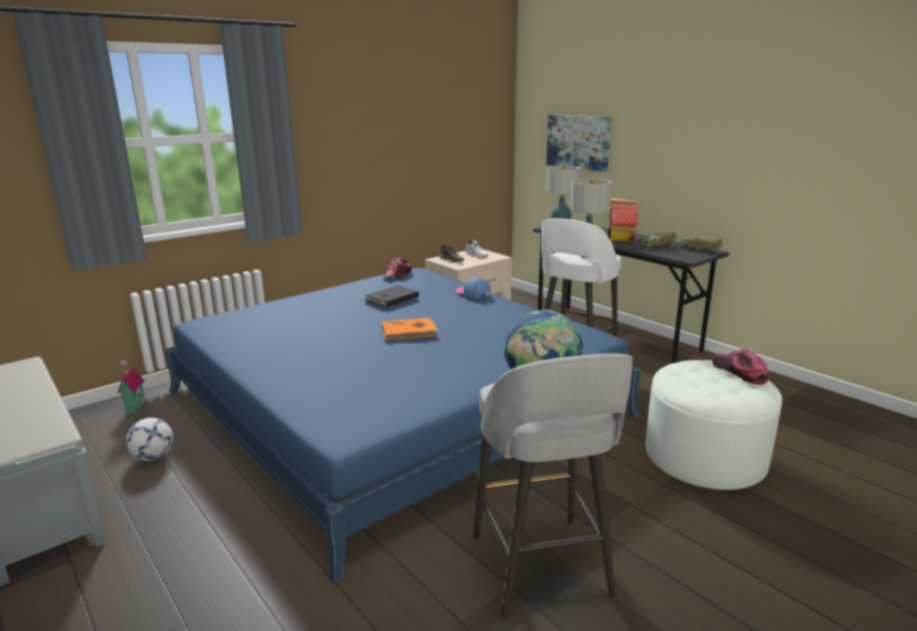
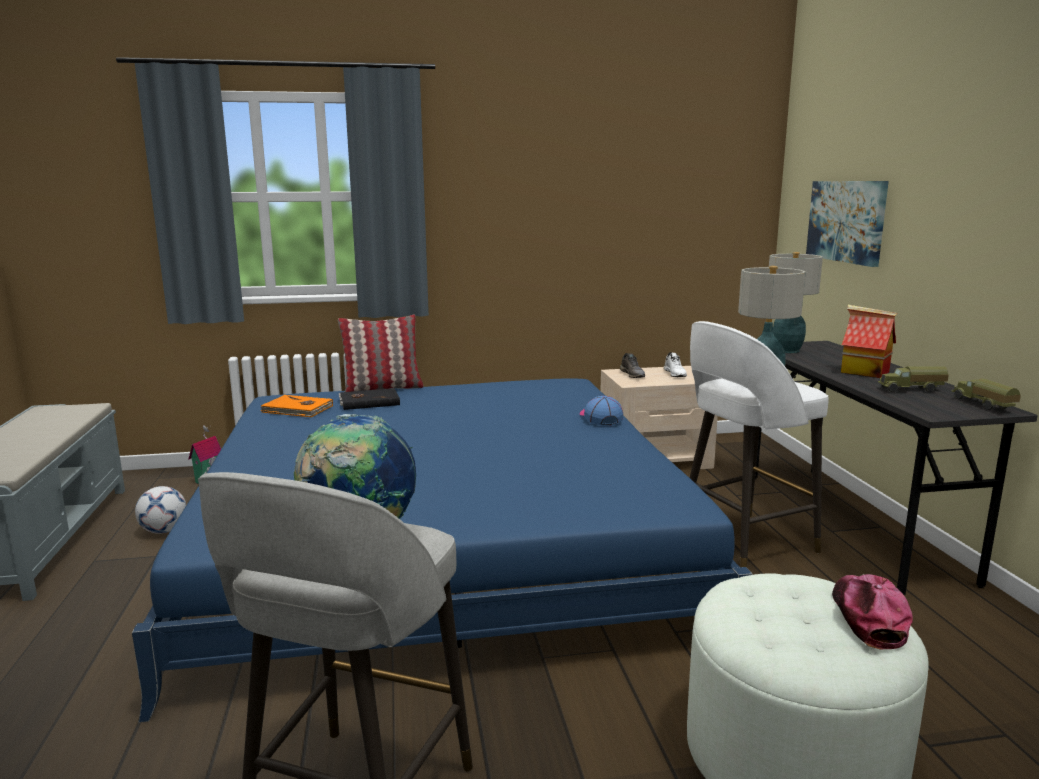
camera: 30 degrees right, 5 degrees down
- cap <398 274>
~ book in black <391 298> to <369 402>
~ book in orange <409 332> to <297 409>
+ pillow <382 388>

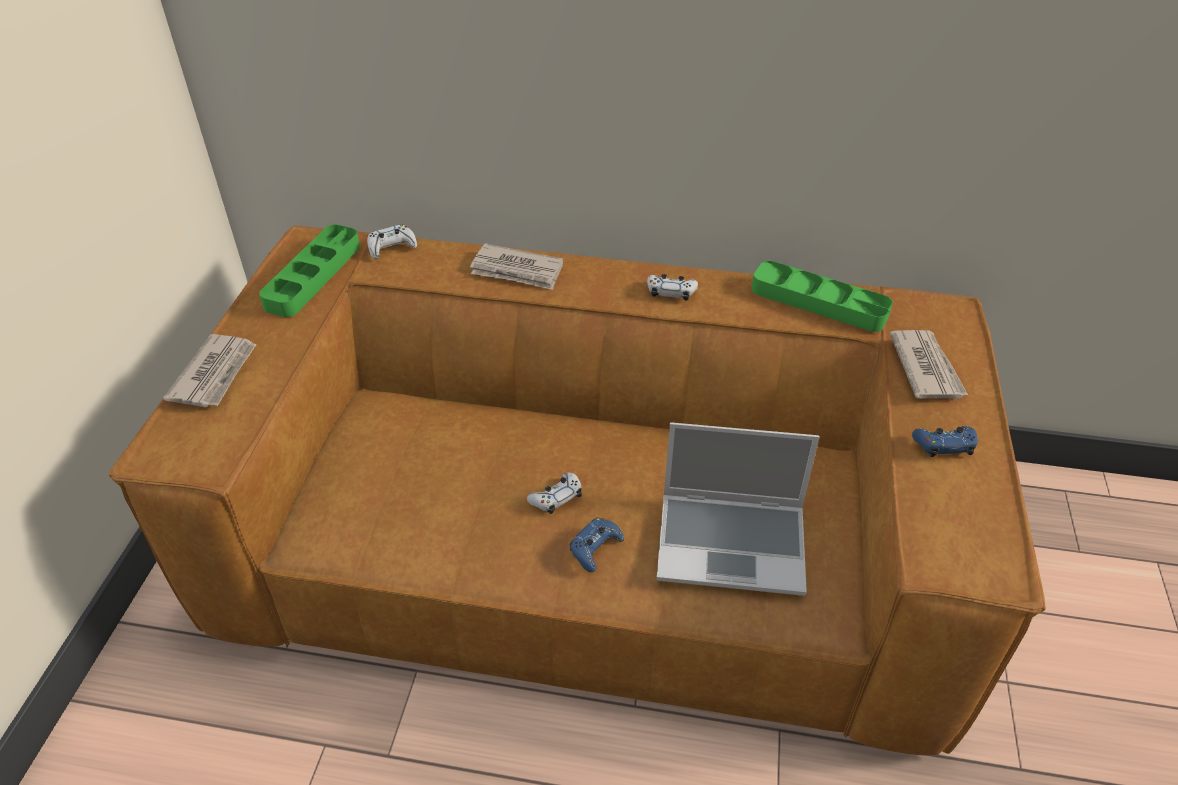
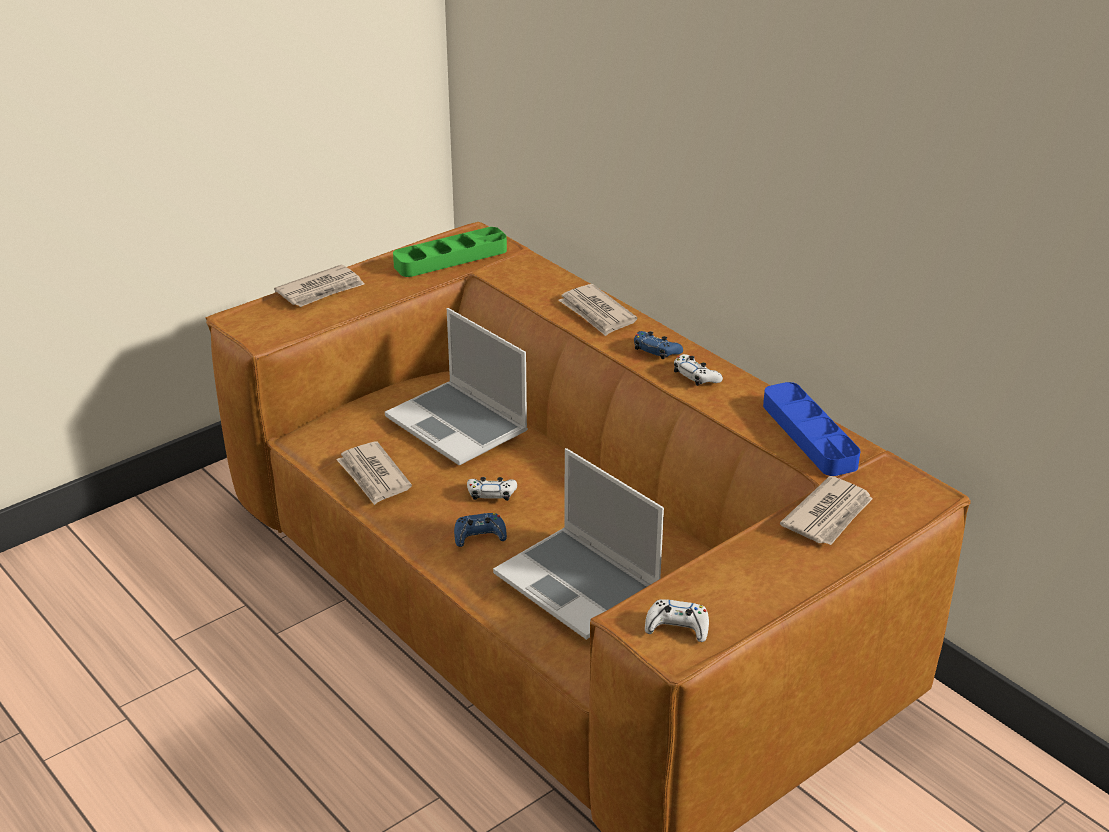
camera: 40 degrees right, 10 degrees down
~ game controller in white <391 247> to <677 627>
~ tray in green <818 302> to tray in blue <809 435>
~ game controller in blue <944 445> to <656 350>
+ laptop <459 425>
+ newspaper <373 476>

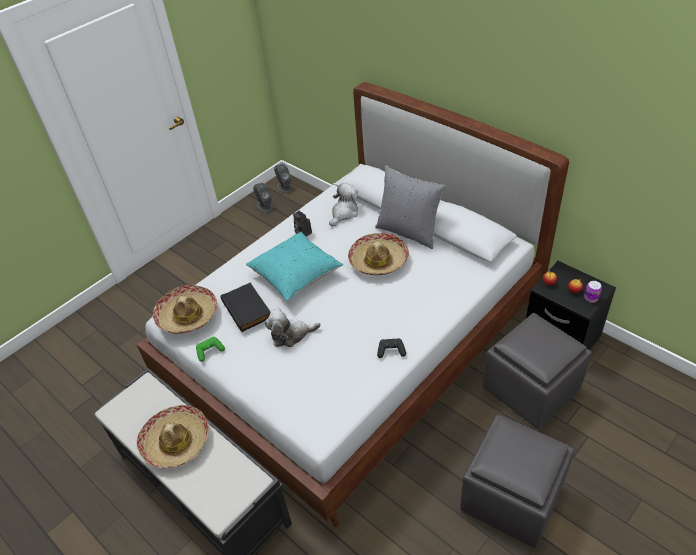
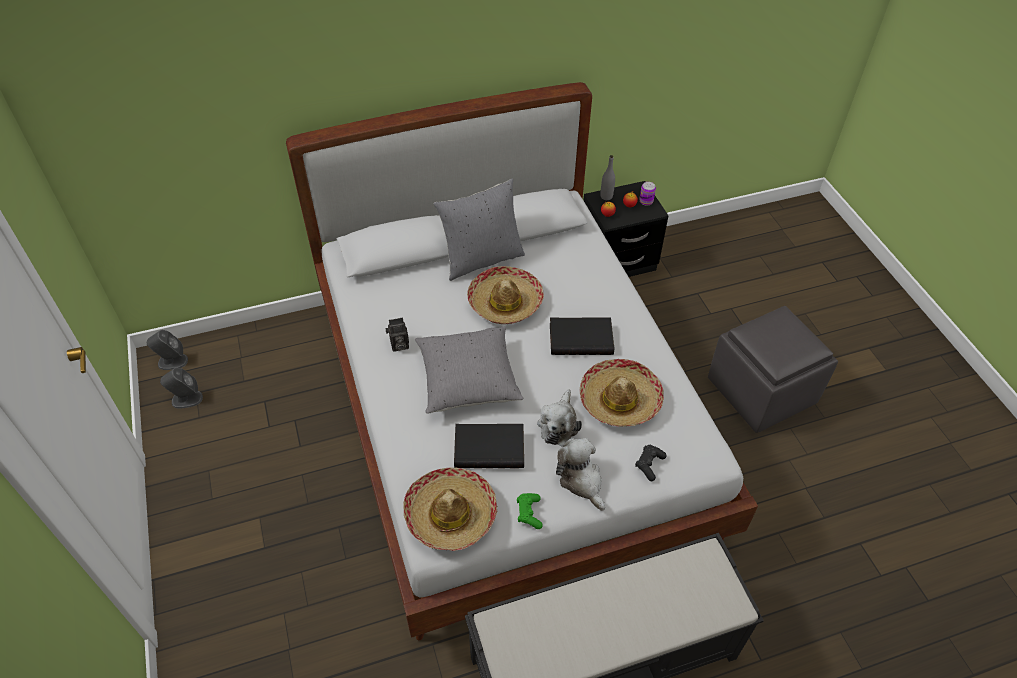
camera: 65 degrees left, 5 degrees up
~ plush toy <344 213> to <581 480>
~ pillow in turquoise <296 275> to pillow in grey <468 381>
- ottoman in grey <532 389>
~ game controller in black <391 351> to <649 465>
~ hat <176 441> to <619 400>
+ bottle in grey <606 196>
+ book in black <581 338>

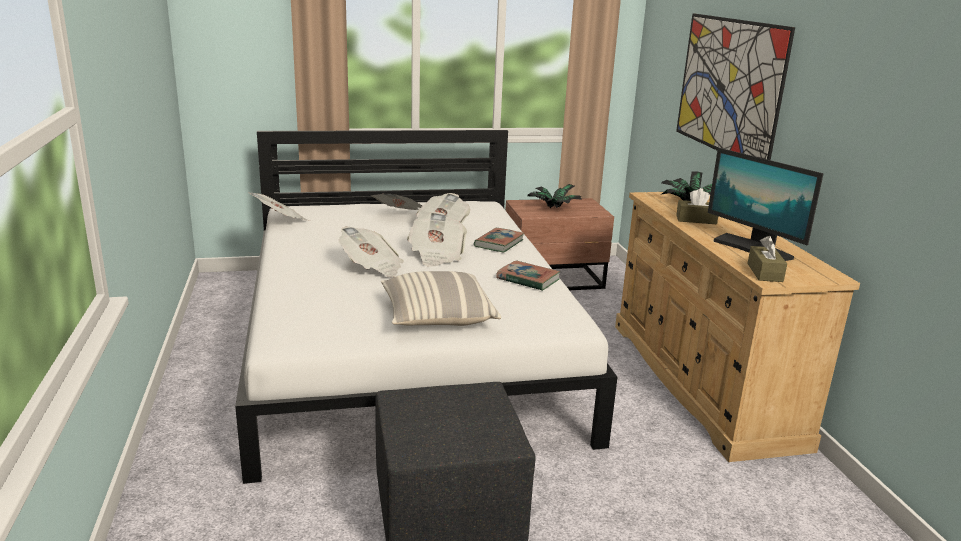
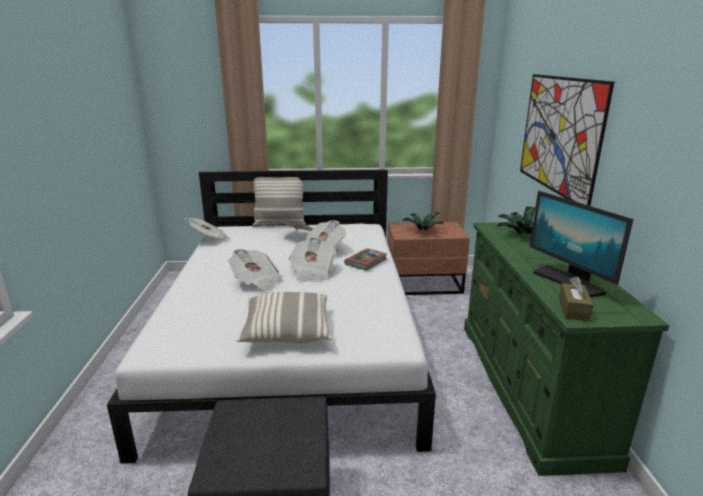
camera: 10 degrees right, 0 degrees up
- tissue box in brown <696 220>
~ dresser in beige <702 381> to dresser in green <529 386>
- book <528 279>
+ pillow <279 224>

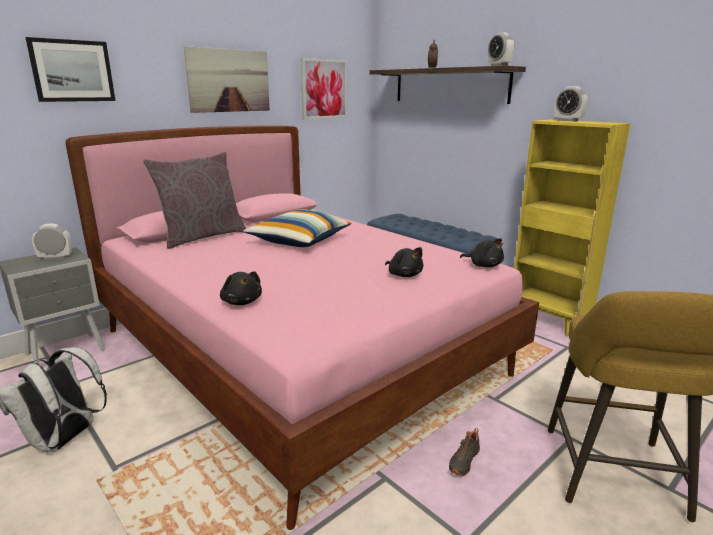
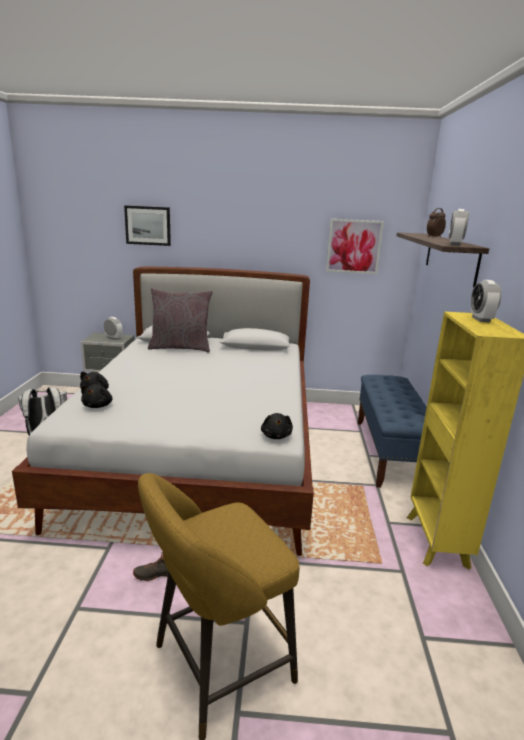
camera: 45 degrees right, 0 degrees up
- picture <229 80>
~ bed in pink <297 353> to bed in white <201 453>
- pillow <299 241>
~ plush toy in black <404 275> to <98 405>

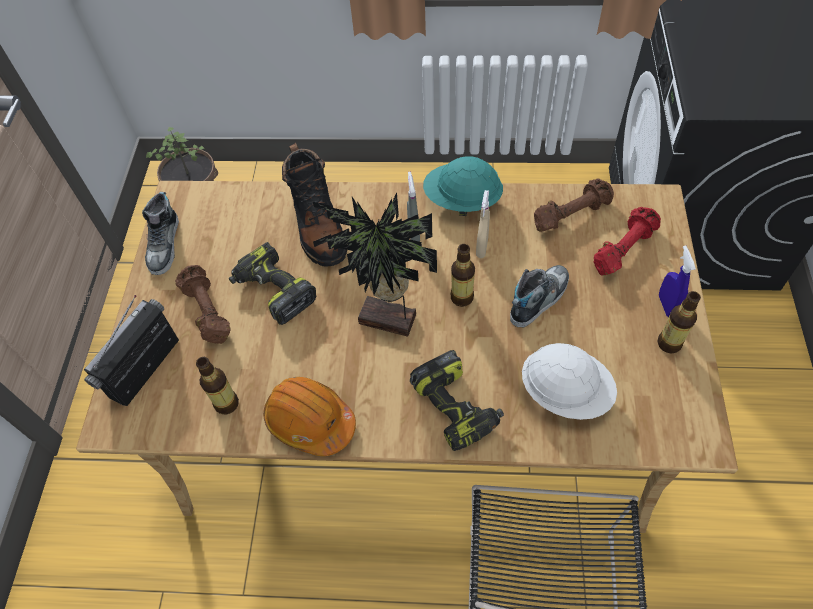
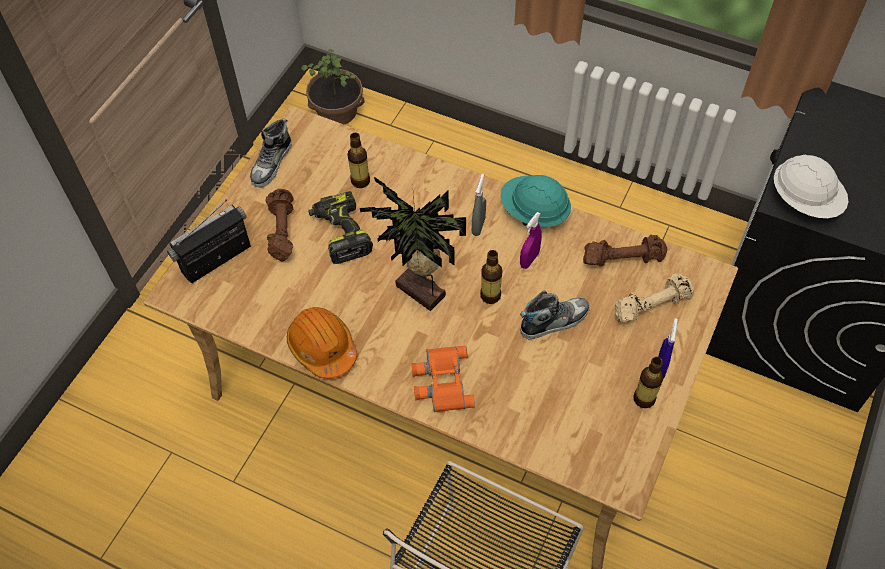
camera: 20 degrees right, 0 degrees up
- boot in black <318 227>
~ spray bottle in beige <482 247> to spray bottle in purple <529 259>
~ dumbbell in red <623 249> to dumbbell in beige <651 305>
~ hard hat in white <565 392> to <805 201>
~ power drill <457 407> to binoculars in orange <441 381>
~ bottle <226 403> to <360 181>

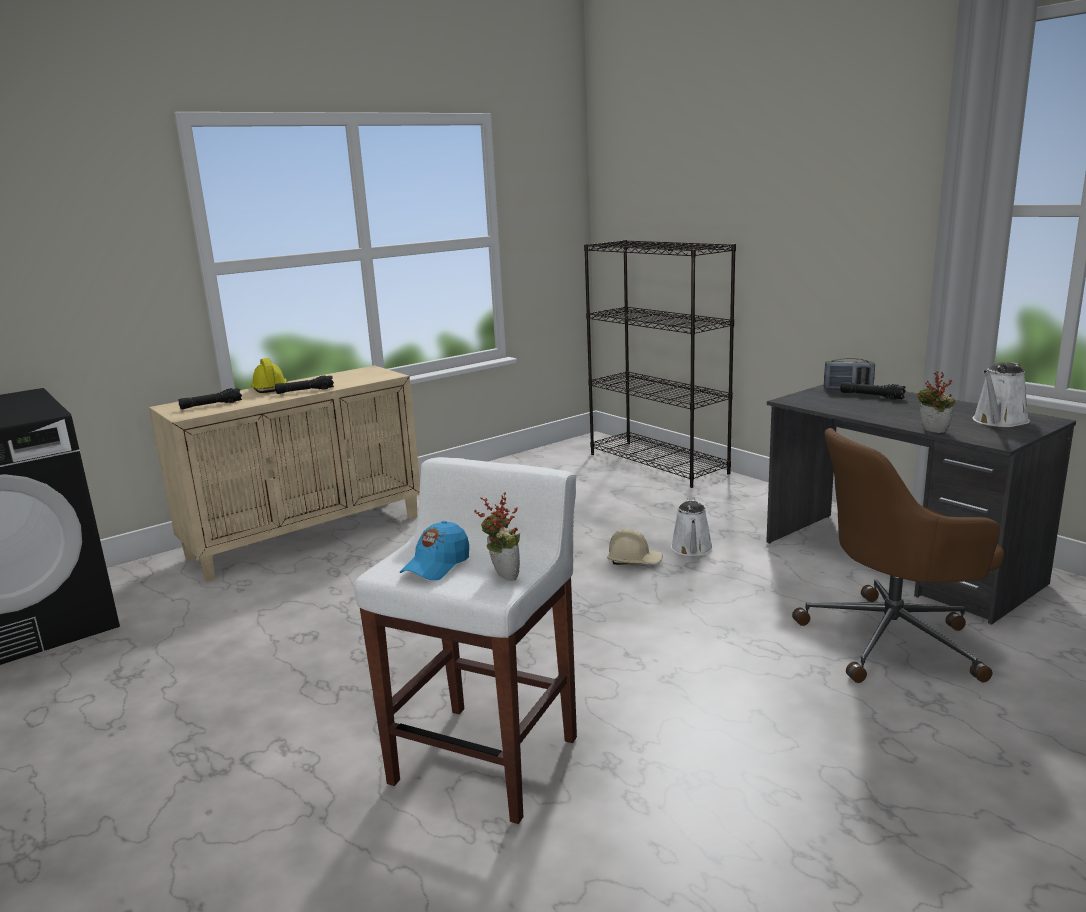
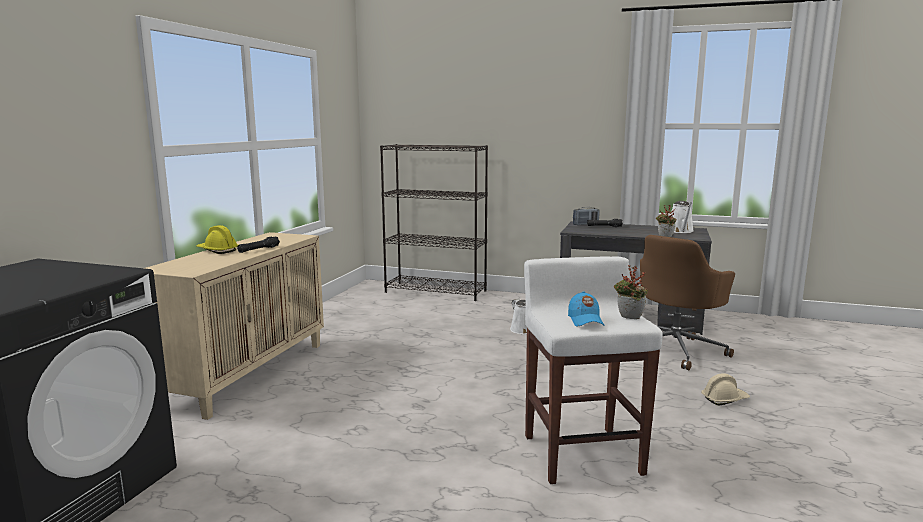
camera: 35 degrees left, 5 degrees down
- flashlight in black <211 405>
~ hard hat in beige <634 561> to <724 399>

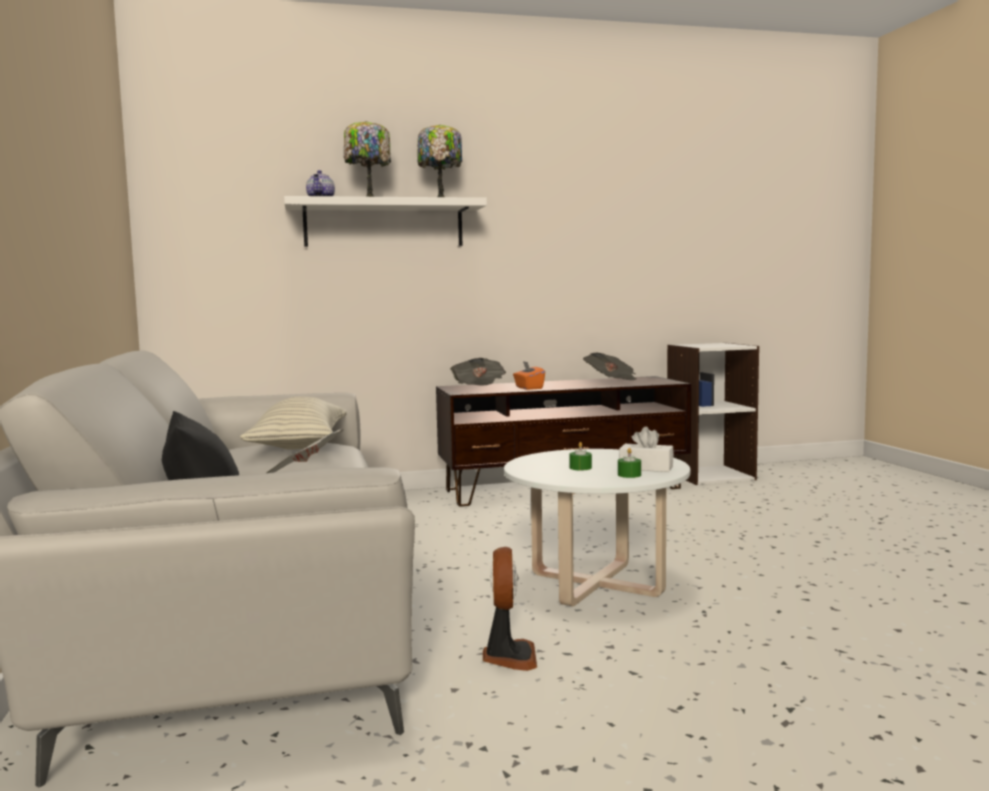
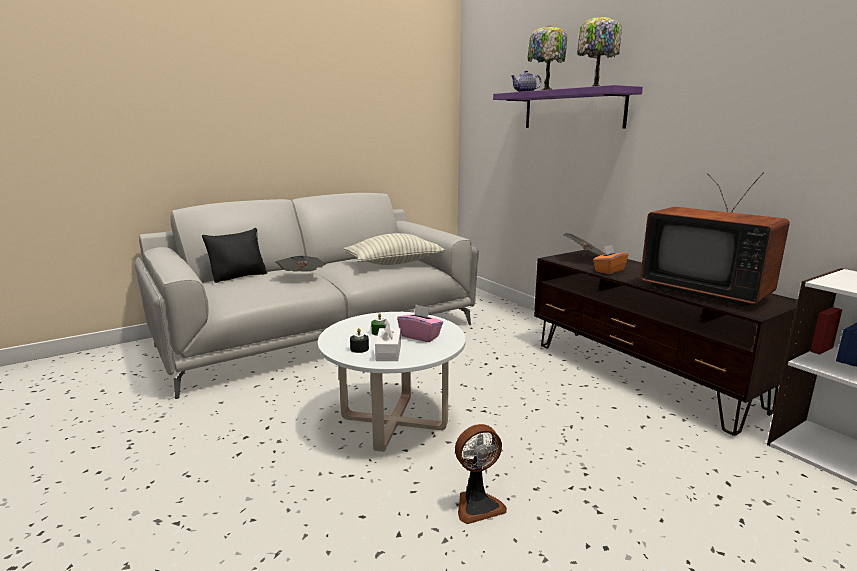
camera: 70 degrees right, 10 degrees up
~ shelf in white <384 224> to shelf in purple <572 109>
~ newspaper <612 382> to television <706 290>
~ candle in green <629 475> to candle in black <359 349>
~ fan <508 656> to <477 505>
+ tissue box in pink <420 336>

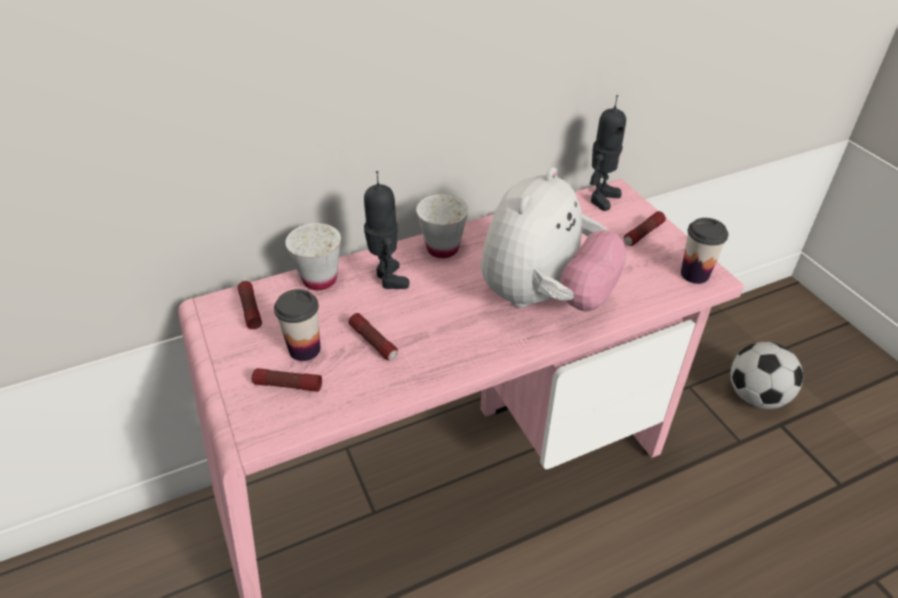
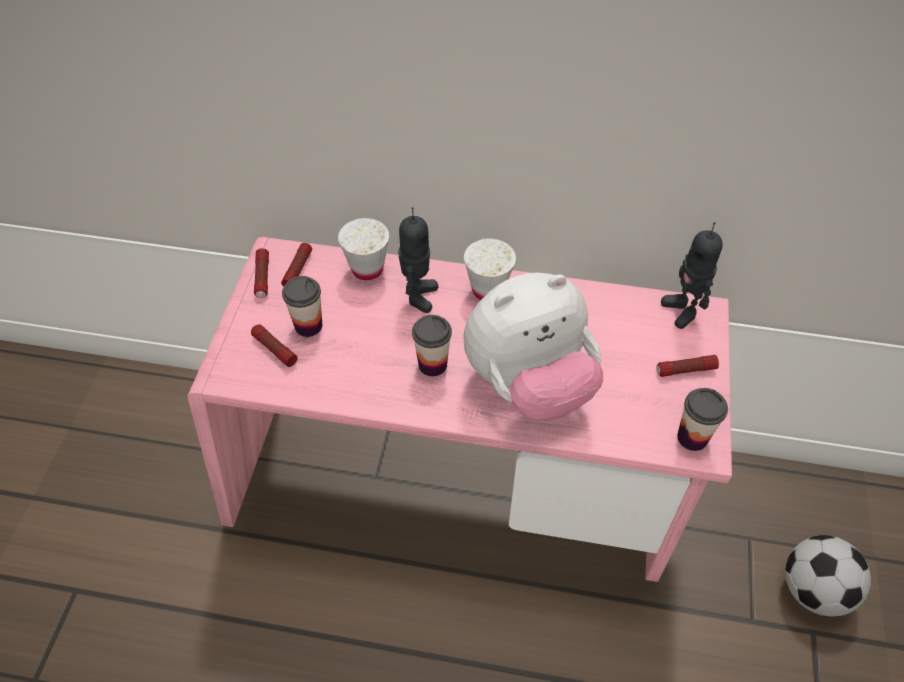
camera: 35 degrees right, 10 degrees up
~ toy robot <600 198> = <683 310> 90 degrees clockwise
~ flashlight <373 342> to <262 277>
+ cup <432 364>

